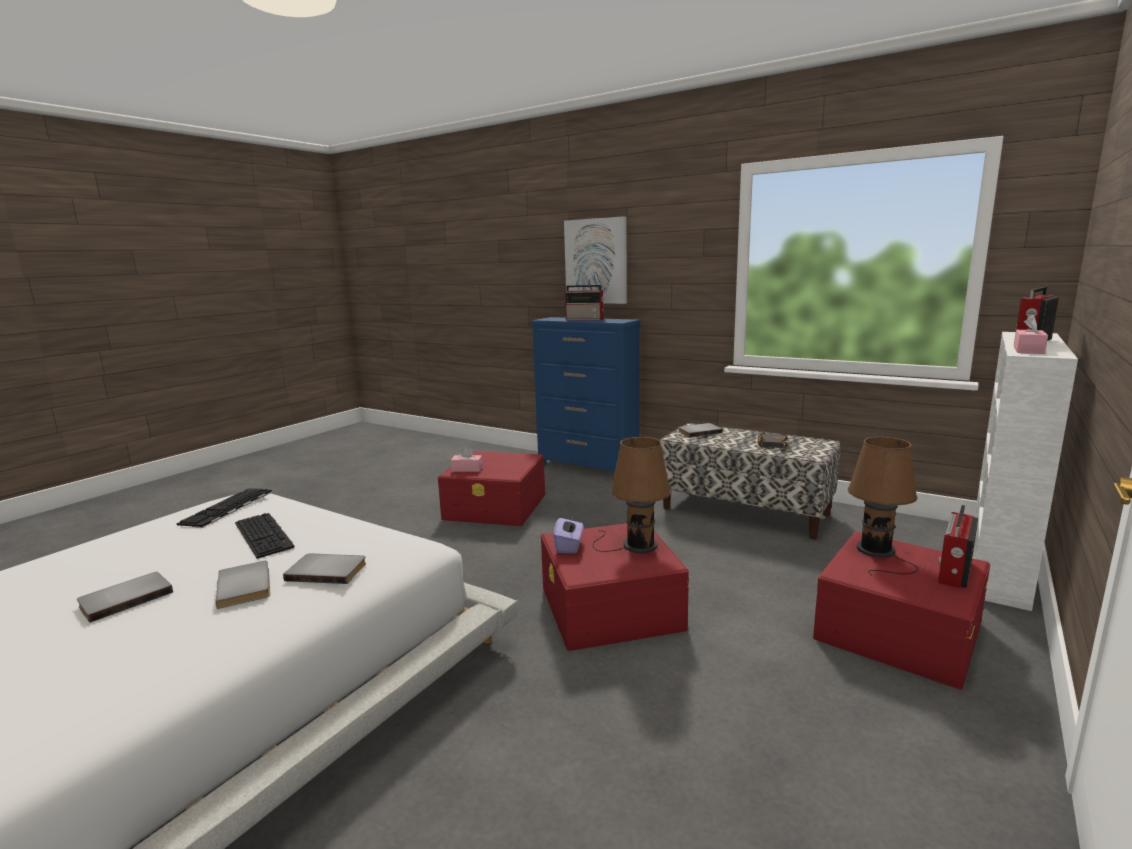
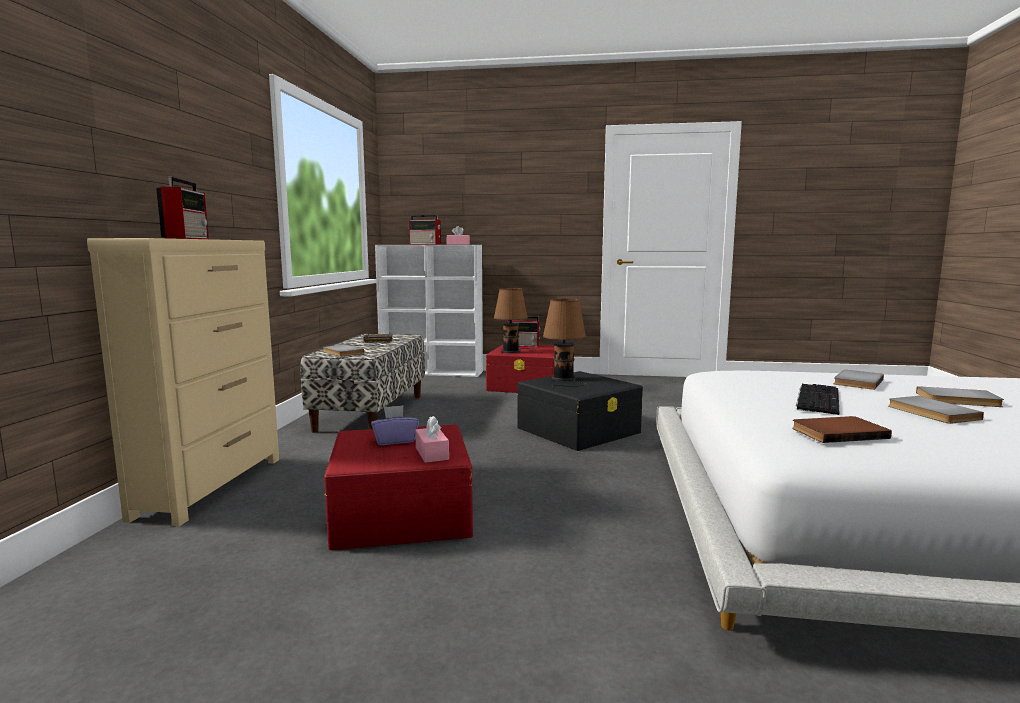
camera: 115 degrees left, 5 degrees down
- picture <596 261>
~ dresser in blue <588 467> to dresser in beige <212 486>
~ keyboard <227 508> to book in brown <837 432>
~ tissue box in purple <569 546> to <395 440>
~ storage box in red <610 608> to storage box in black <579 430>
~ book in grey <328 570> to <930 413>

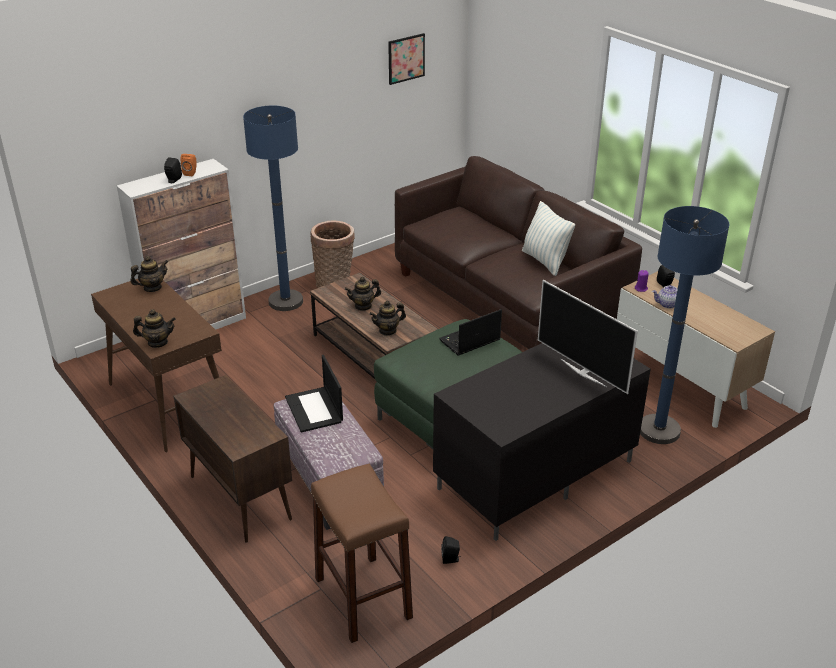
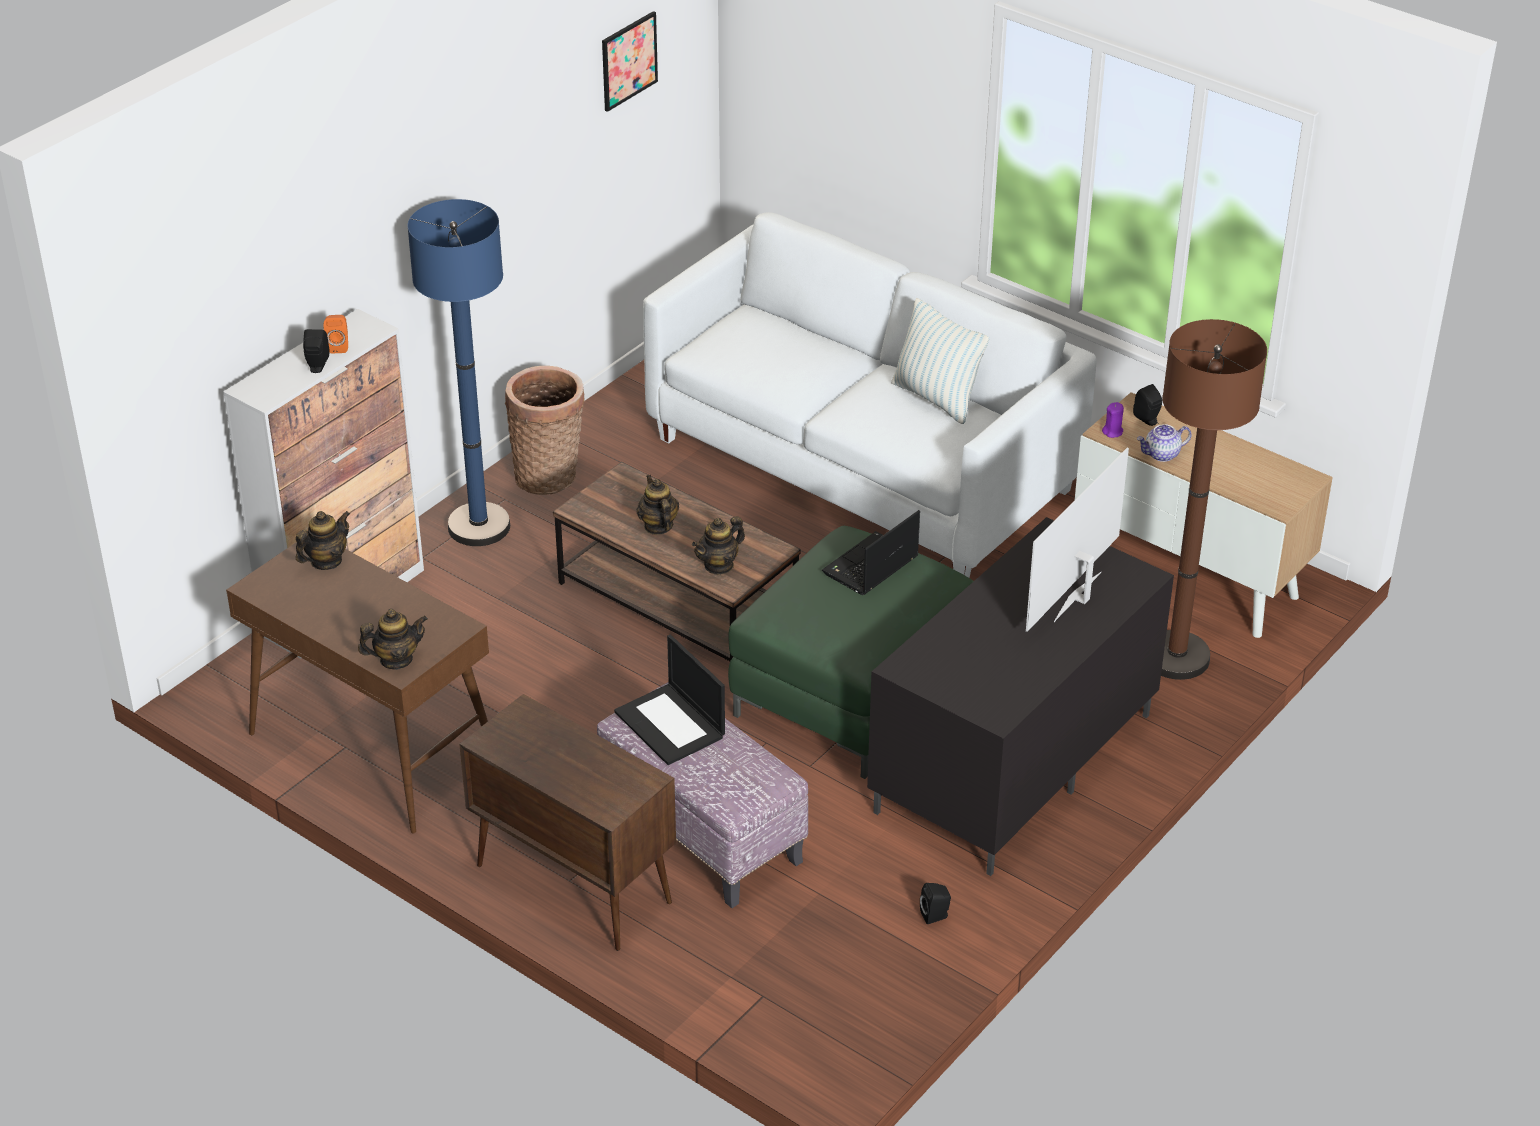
camera: 15 degrees left, 5 degrees up
~ sofa in brown <507 301> to sofa in white <863 464>
~ floor lamp in blue <659 430> to floor lamp in brown <1176 657>
~ teapot <363 306> = <658 526> 105 degrees clockwise
~ television <583 372> = <1079 598> 90 degrees clockwise
- stool in brown <363 598>

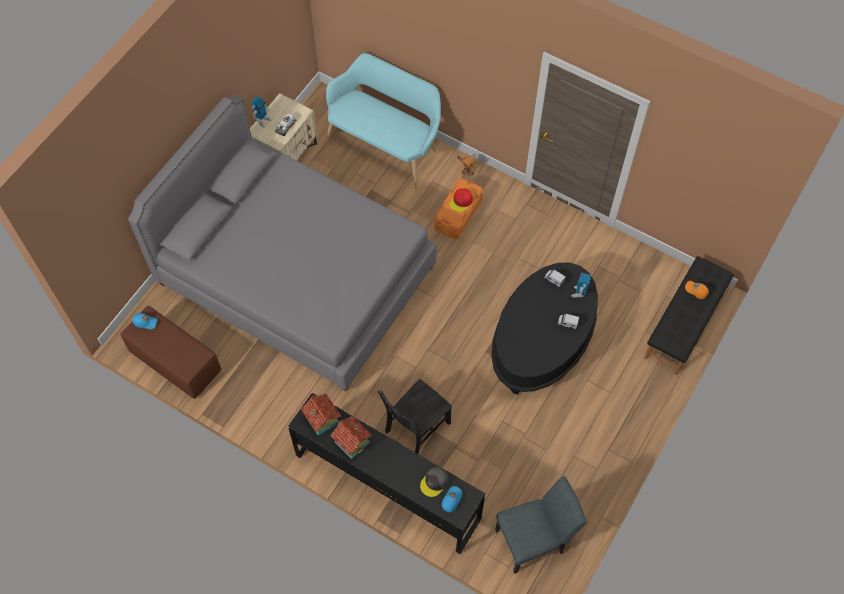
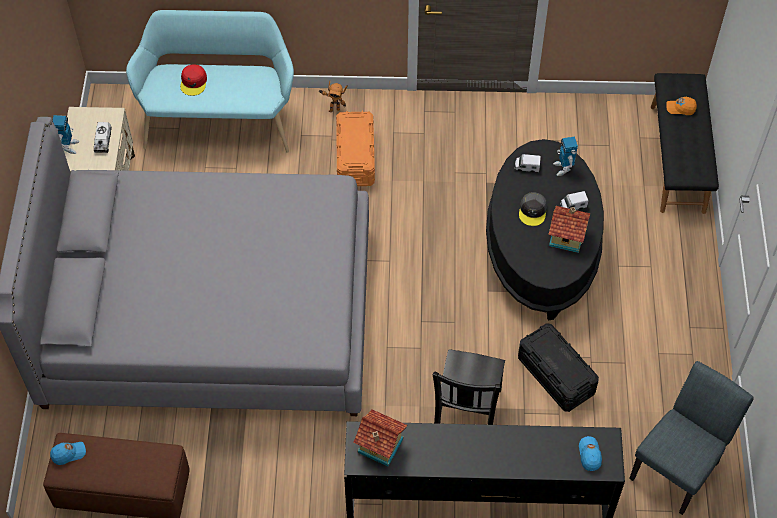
camera: 30 degrees left, 5 degrees down
~ cap in red <461 201> to <194 82>
~ toy house <352 441> to <566 236>
~ cap in grey <434 482> to <533 211>
+ storage box in black <555 375>

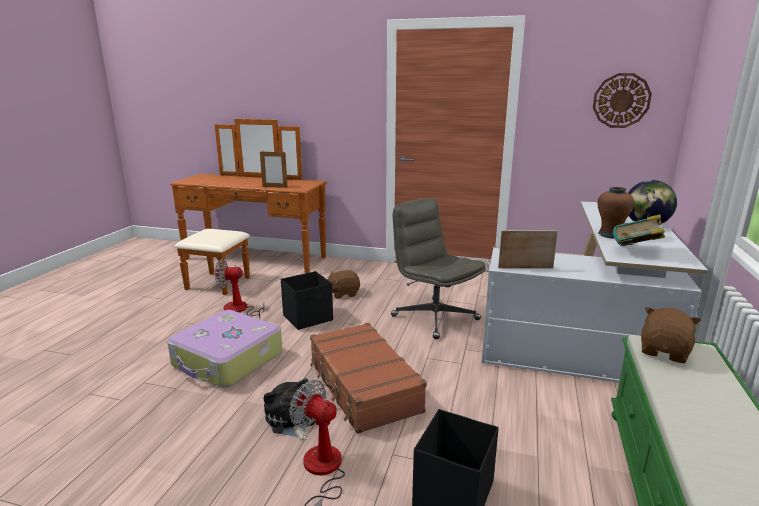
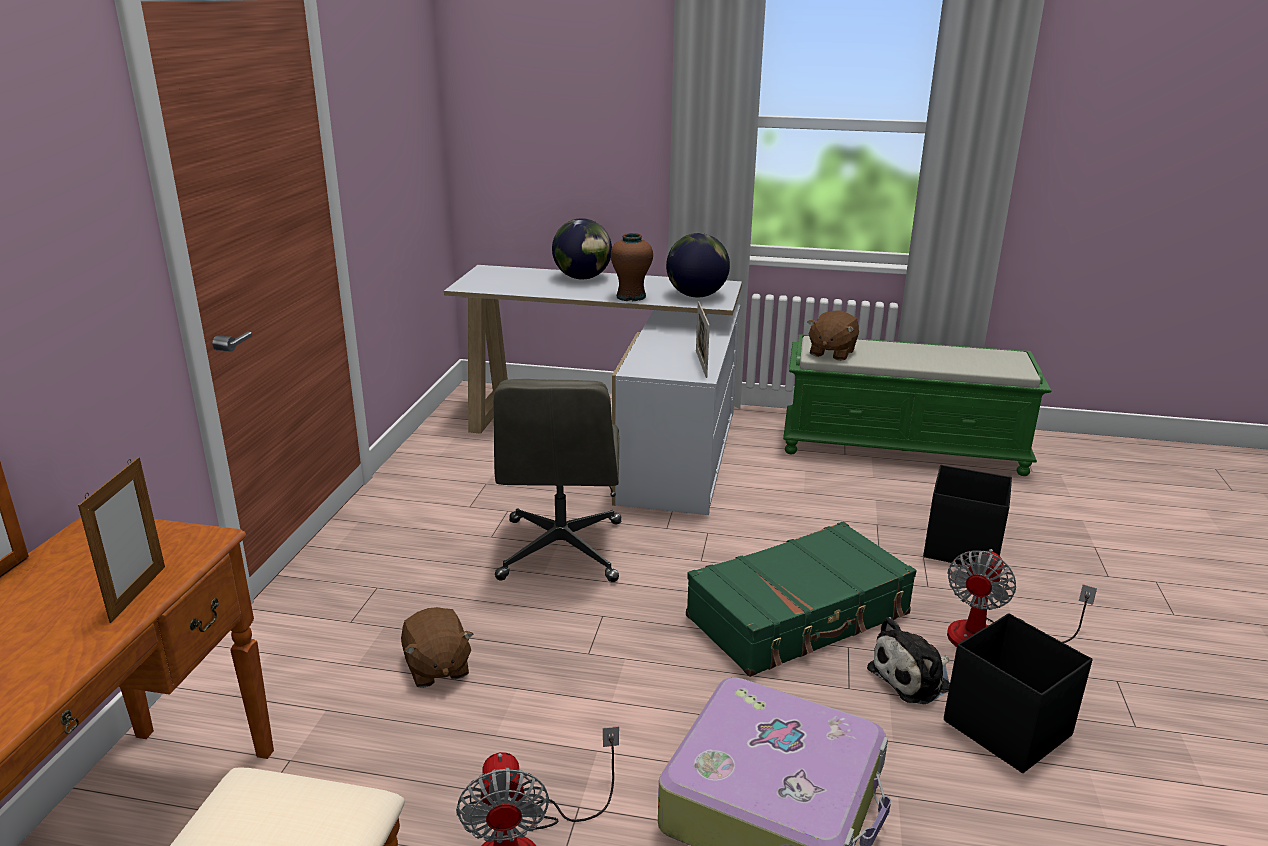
camera: 95 degrees left, 5 degrees up
- wall clock <621 100>
~ office chair in grey <434 317> = <561 551> 45 degrees counterclockwise
~ book <636 252> to globe <696 295>
~ storage box in black <308 318> to <1006 727>
~ plush toy in brown <664 352> = <831 353> 90 degrees counterclockwise
~ suitcase in brown <363 386> to suitcase in green <799 616>

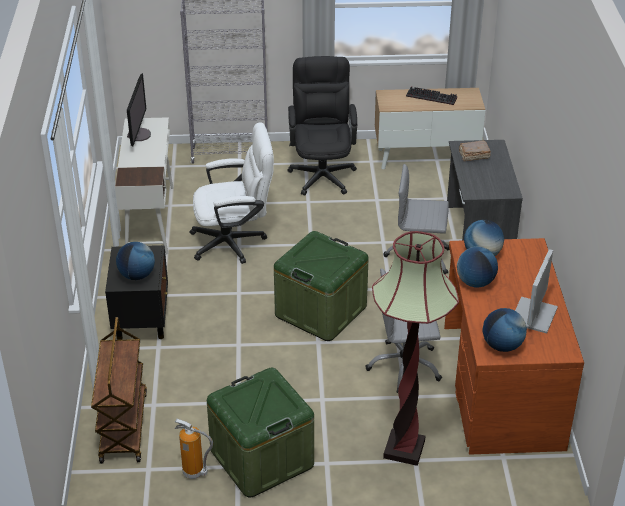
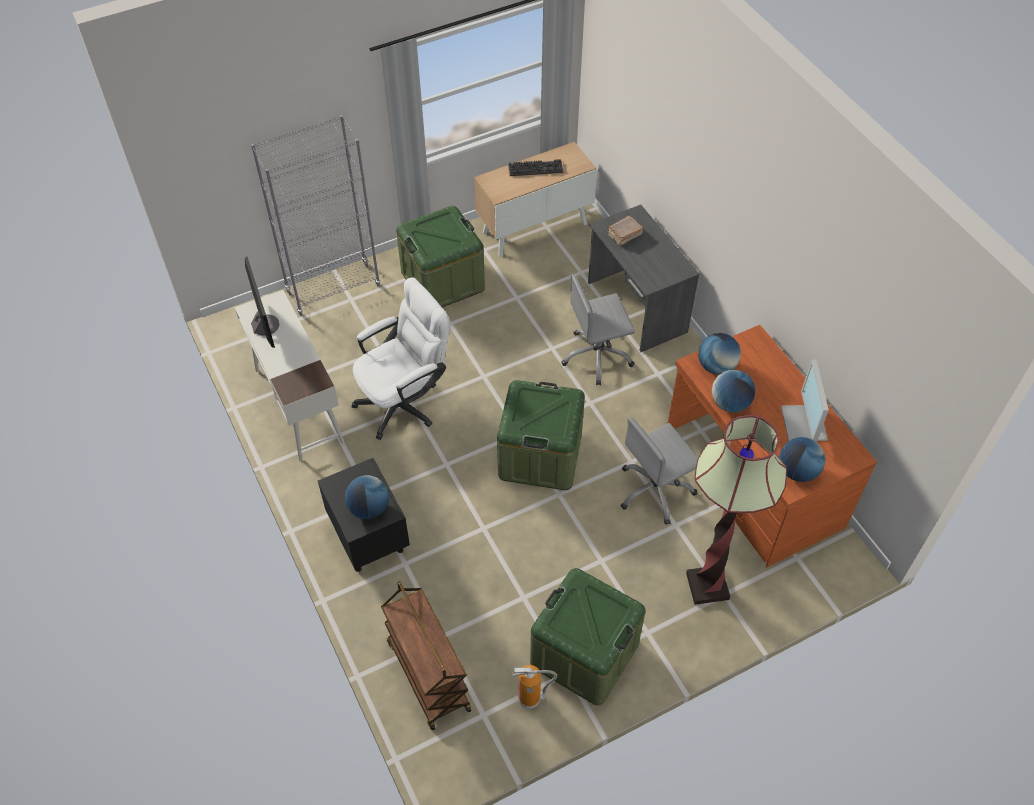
camera: 25 degrees left, 15 degrees up
~ office chair in black <322 172> to storage box in green <442 281>

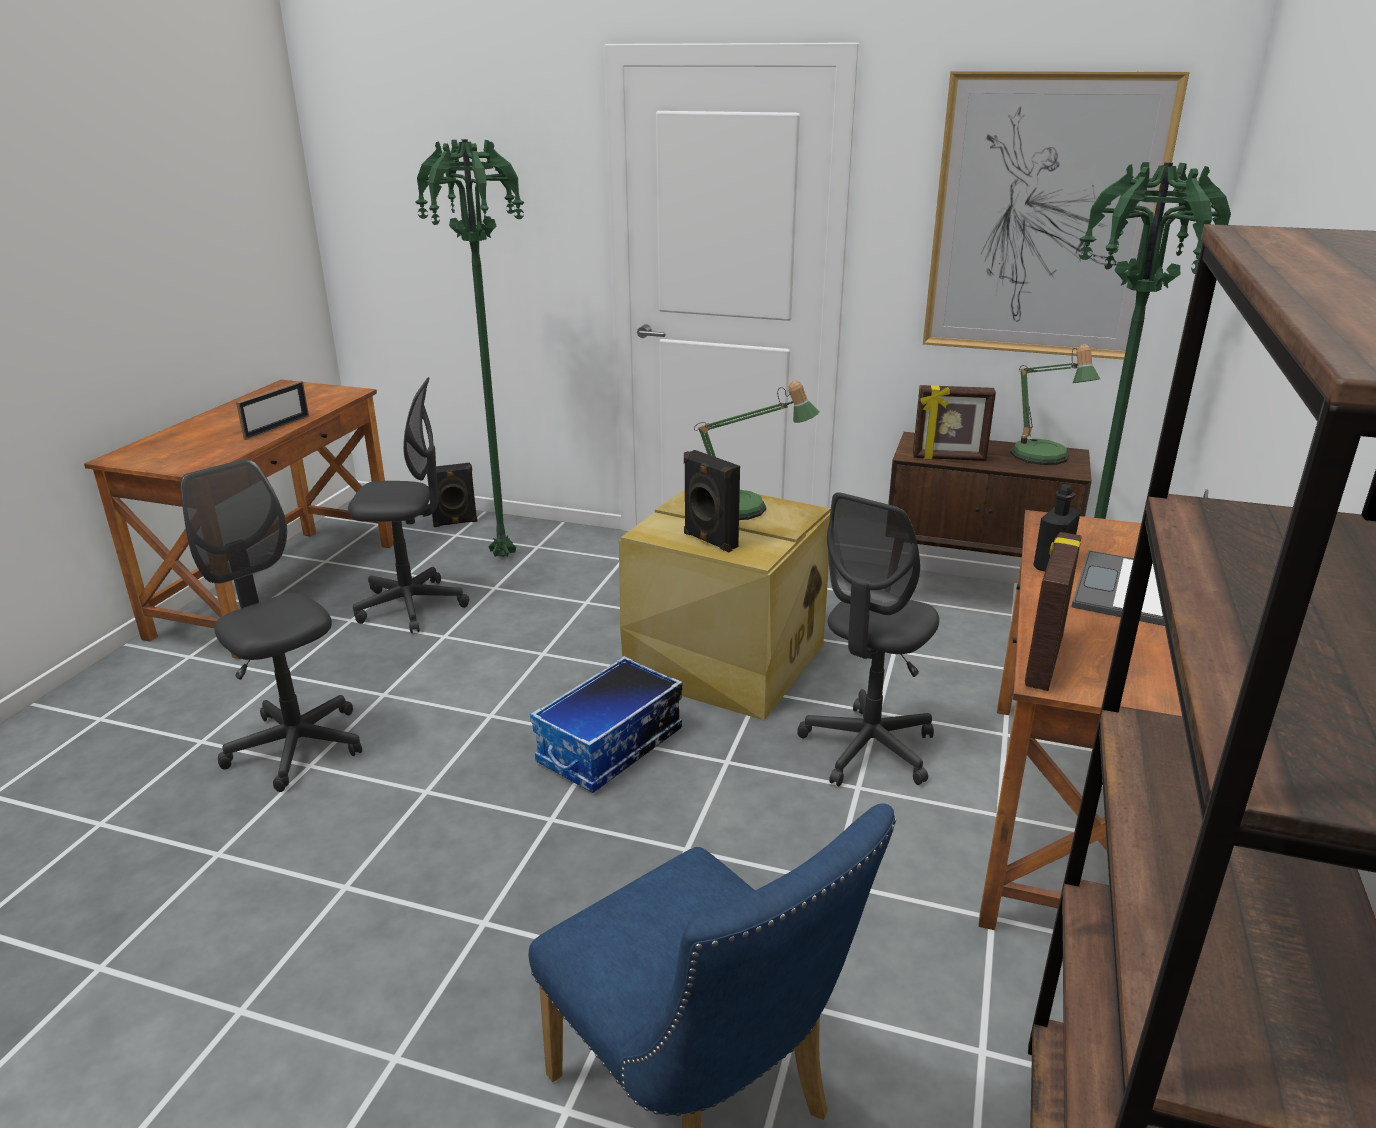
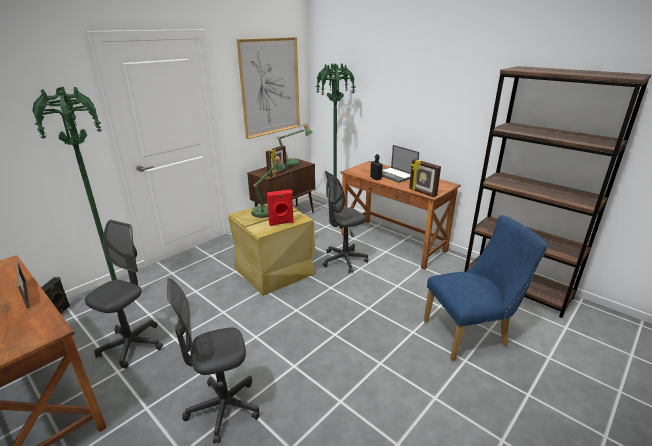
camera: 65 degrees left, 0 degrees up
~ speaker in black <709 541> to speaker in red <281 223>
~ office chair in grey <868 749> = <344 260> 90 degrees clockwise
- storage box <611 748>

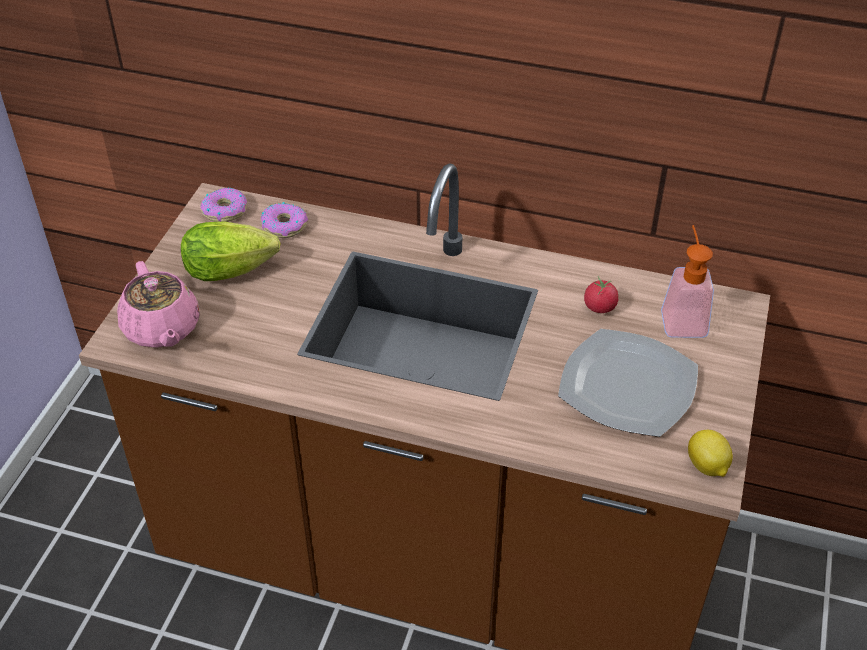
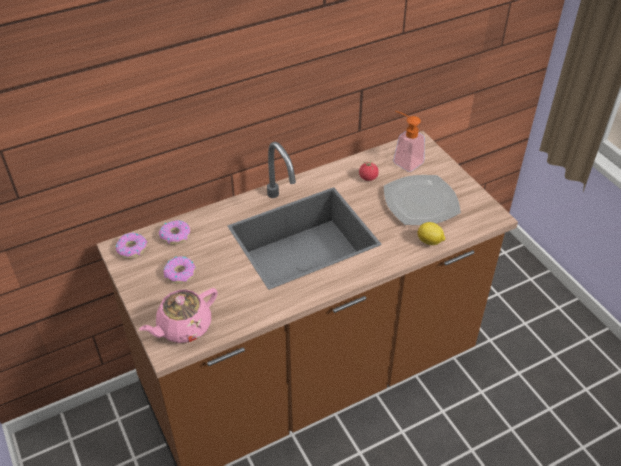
camera: 45 degrees left, 0 degrees up
~ lettuce <234 270> to donut <180 273>
~ teapot in pink <162 329> = <183 327> 120 degrees clockwise
~ lemon <707 466> to <430 242>

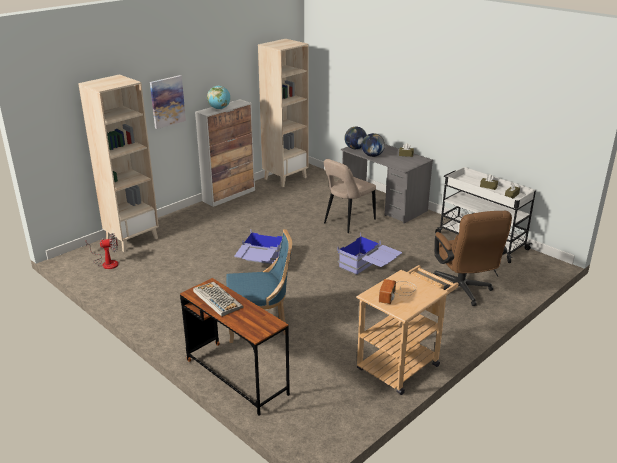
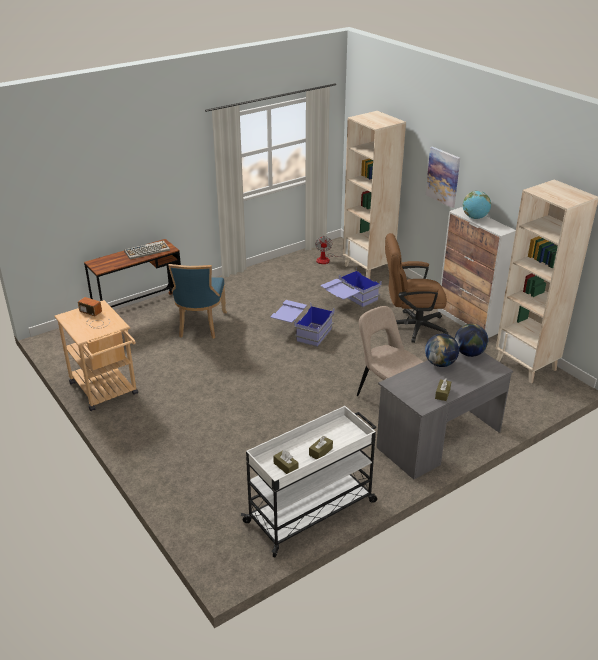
camera: 100 degrees right, 5 degrees up
~ office chair in brown <462 292> to <411 327>
~ storage box in blue <369 269> to <349 301>

